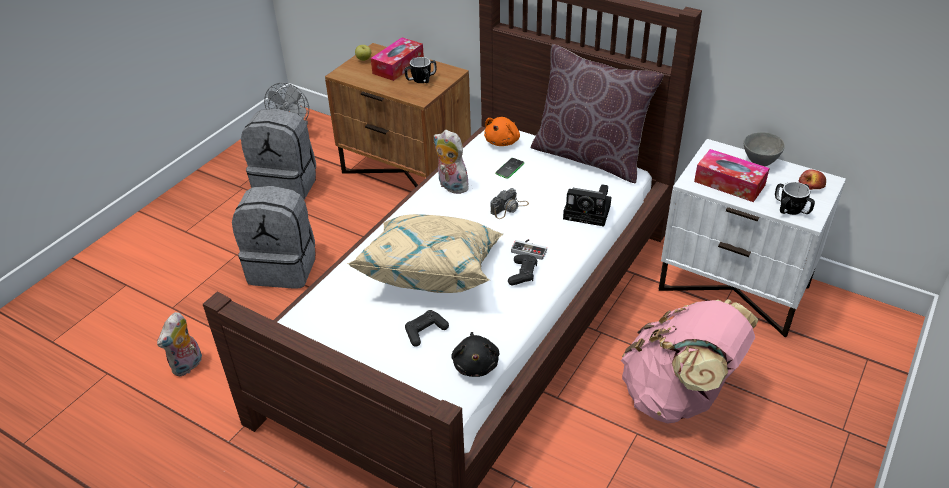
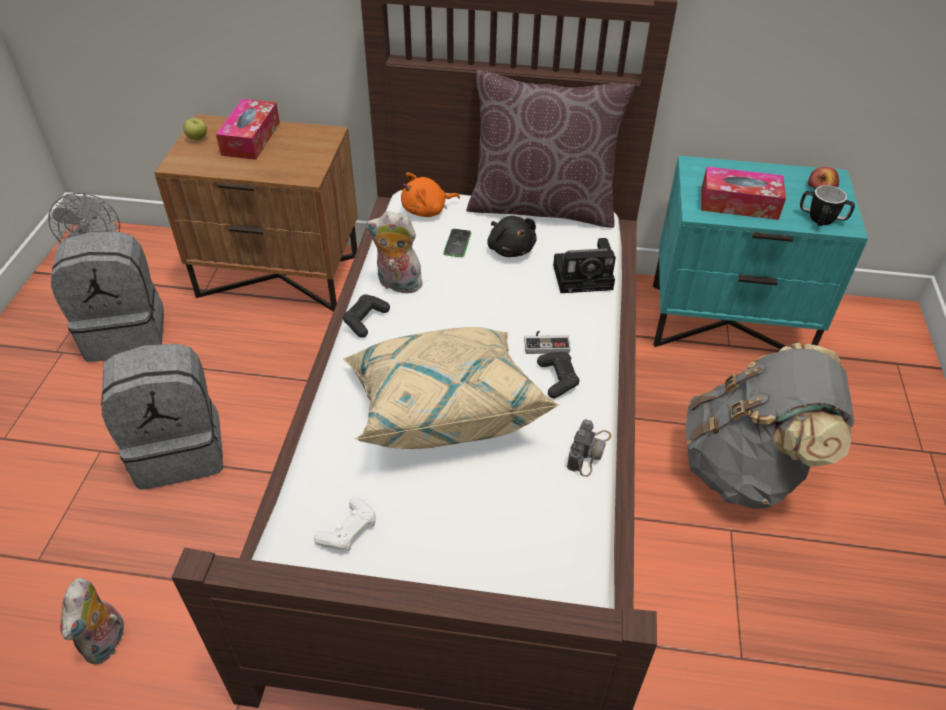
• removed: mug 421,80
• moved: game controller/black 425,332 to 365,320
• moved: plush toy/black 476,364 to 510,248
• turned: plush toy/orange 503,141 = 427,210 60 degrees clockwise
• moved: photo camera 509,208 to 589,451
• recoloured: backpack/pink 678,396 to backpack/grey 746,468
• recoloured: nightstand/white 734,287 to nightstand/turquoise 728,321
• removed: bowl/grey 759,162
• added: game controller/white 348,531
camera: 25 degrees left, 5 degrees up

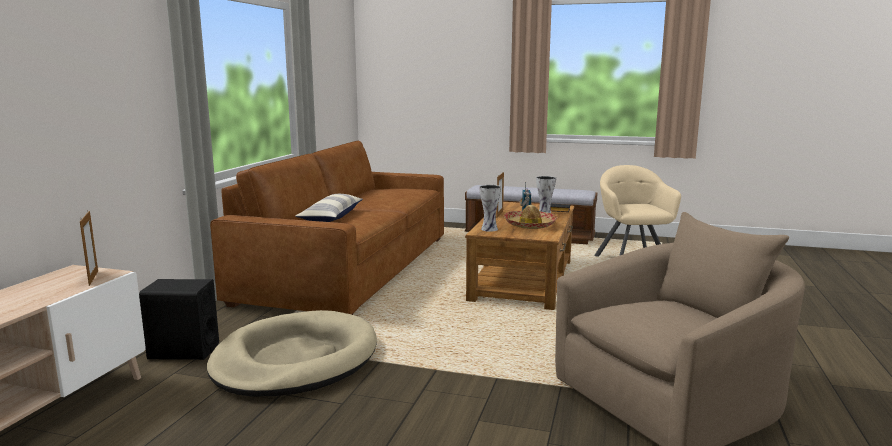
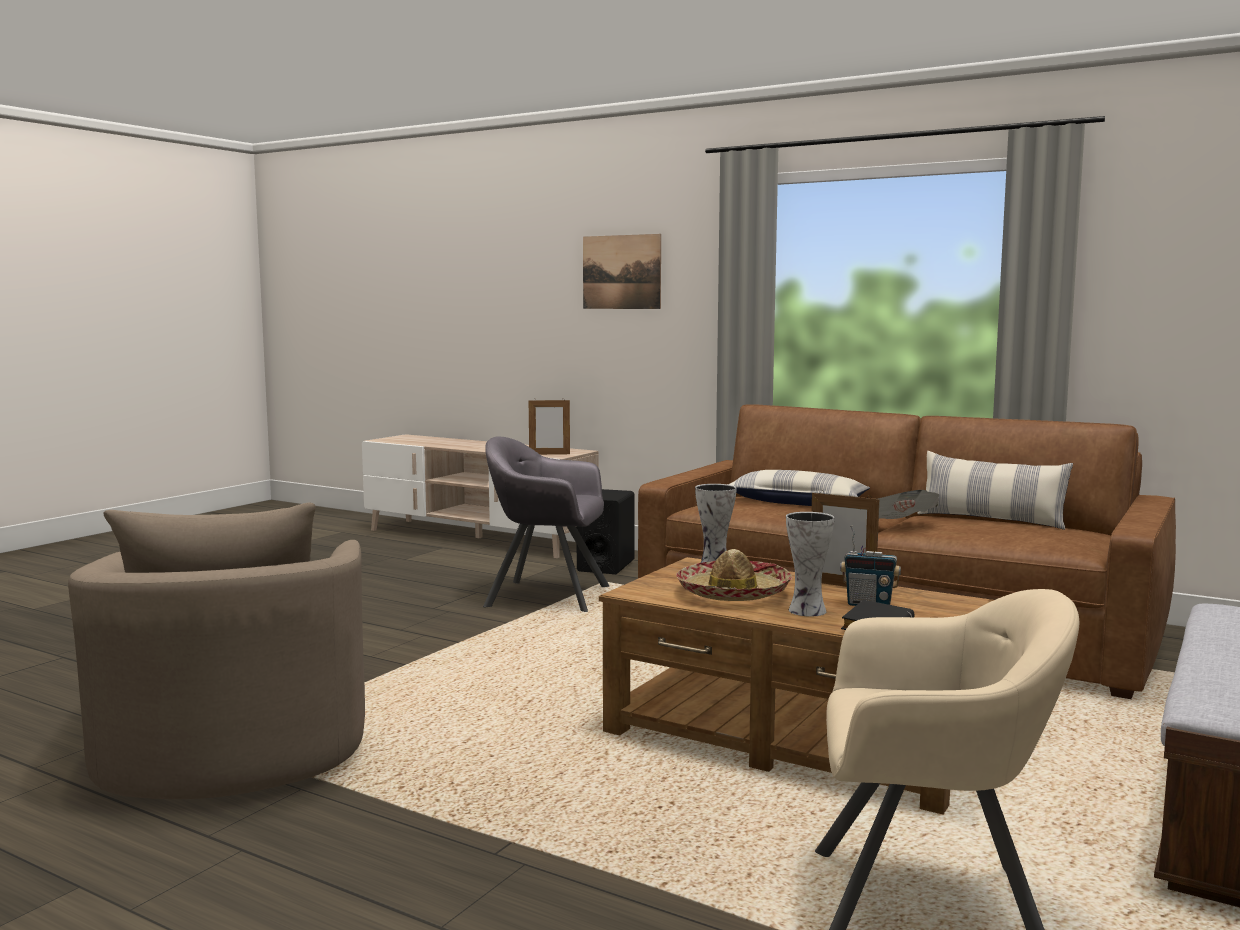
• replaced: dog bed/beige 295,360 to armchair/grey 547,596
• added: picture 621,272
• added: newspaper 900,526
• added: pillow 991,520
camera: 105 degrees right, 5 degrees down

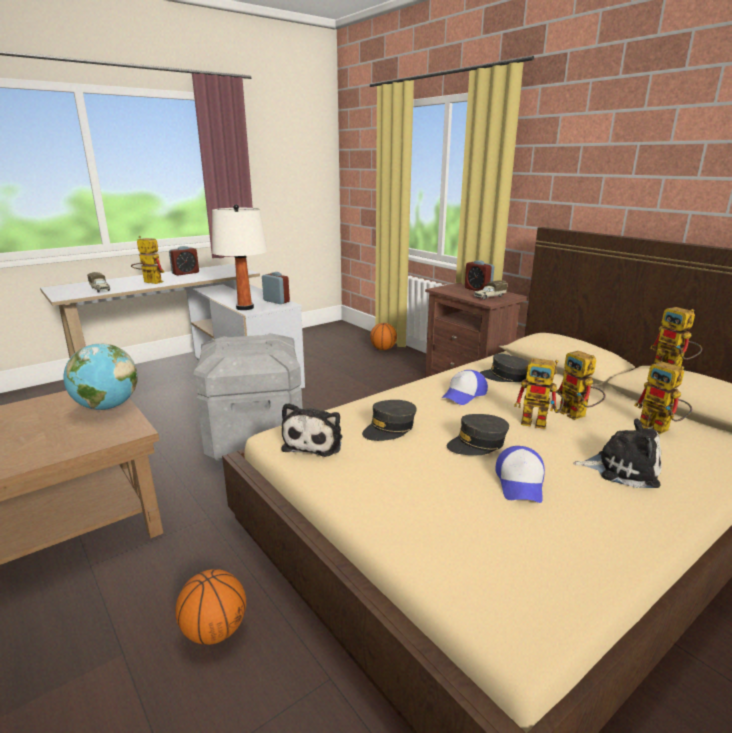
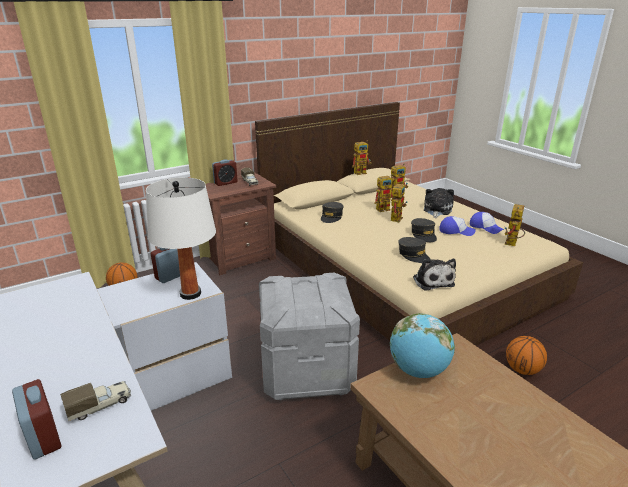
• moved: toy robot 149,282 to 512,244
• moved: alarm clock 185,273 to 43,437
• turned: plush toy 315,442 = 432,280 60 degrees clockwise
• moved: cap 464,395 to 485,227
camera: 85 degrees left, 5 degrees up

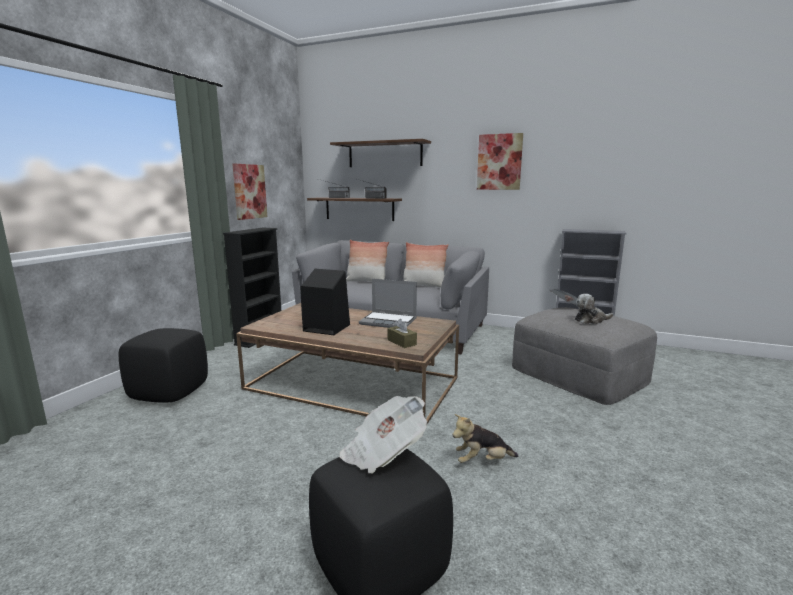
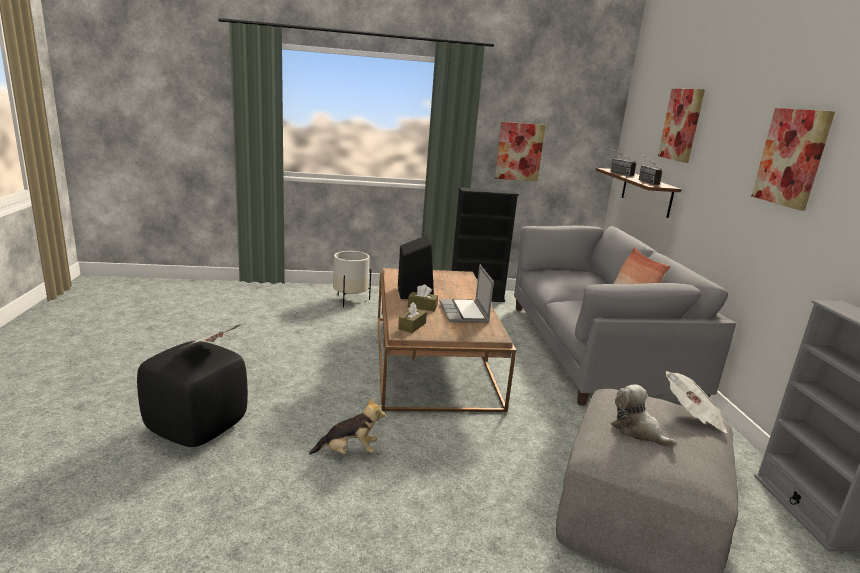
• replaced: ottoman/black 169,393 to planter/white 350,300
• replaced: shelf/brown 385,154 to picture 681,125
• removed: pillow 366,281
• turned: plush toy 482,461 = 349,452 120 degrees clockwise
• added: tissue box/brown 422,306
camera: 60 degrees right, 5 degrees up

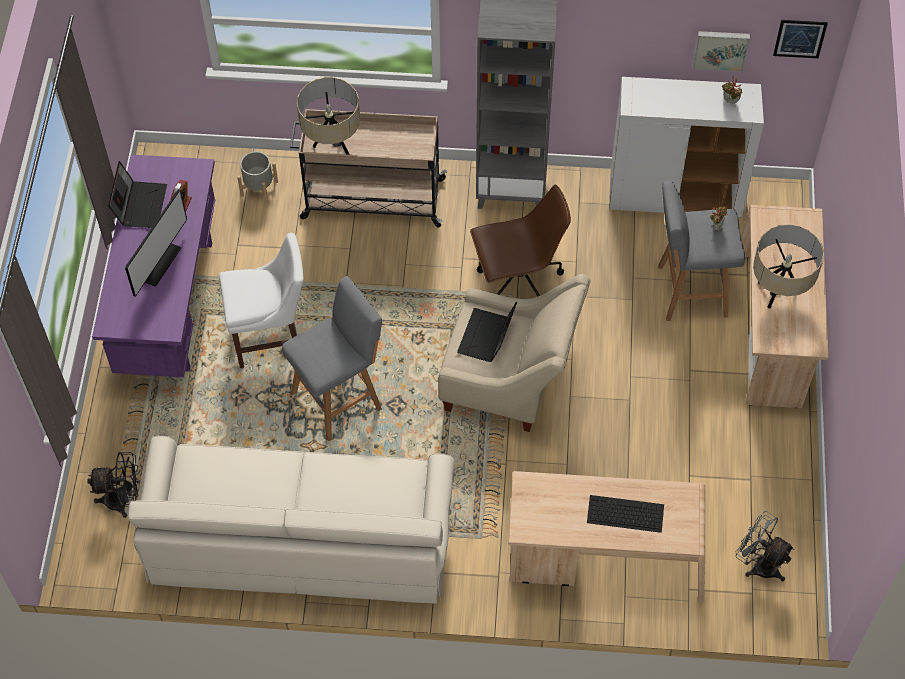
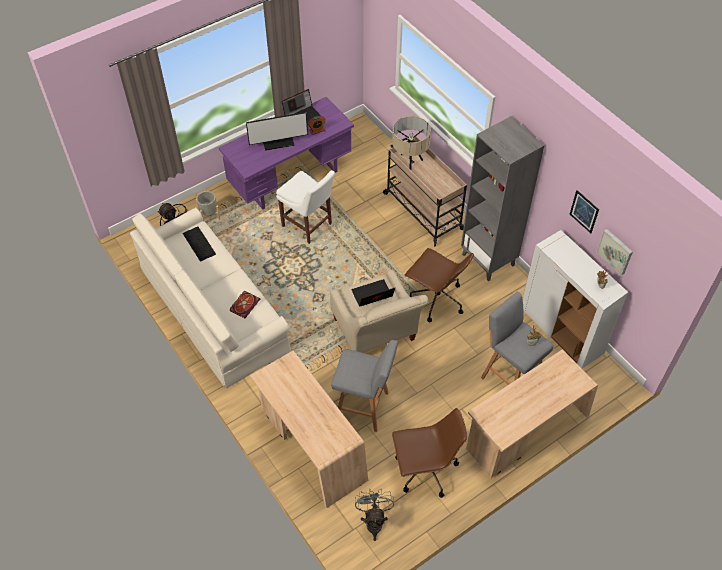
• moved: planter/grey 259,188 to 209,215
• moved: stool/grey 339,399 to 364,407
• moved: keyboard 624,514 to 198,243
• removed: table lamp/beige 779,292
• moved: picture 800,38 to 584,211
• added: book 244,304
• added: office chair/brown 424,470
camera: 50 degrees right, 5 degrees down

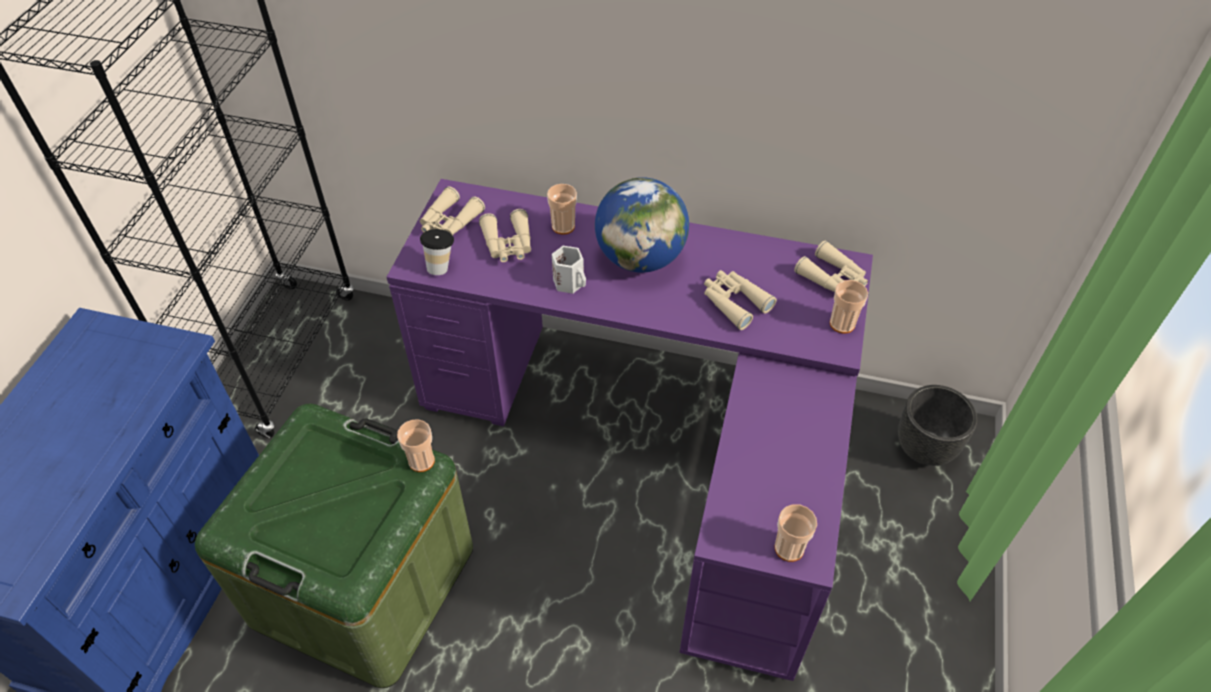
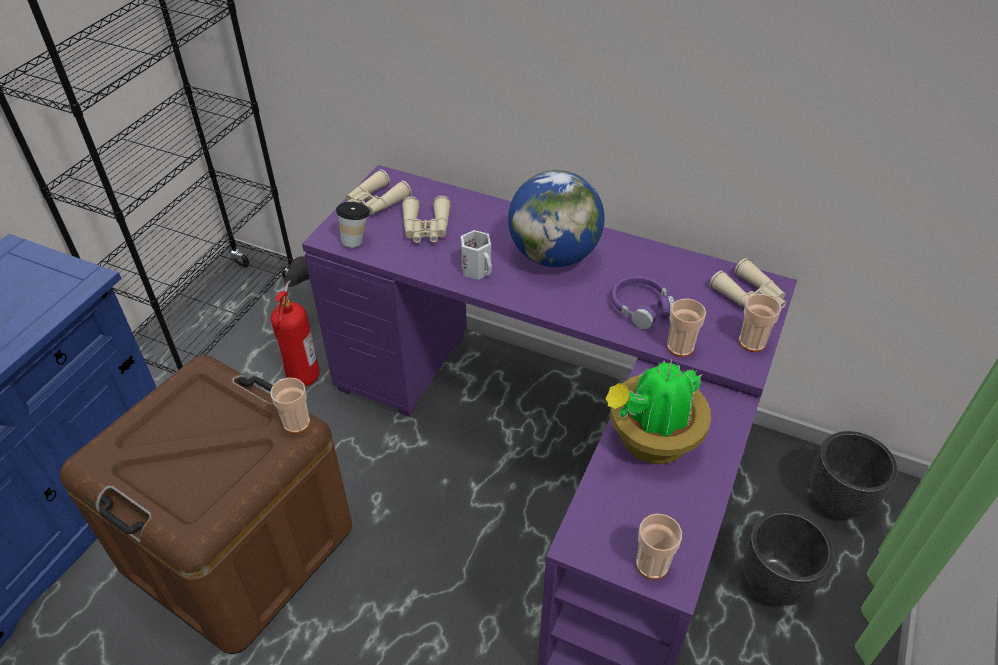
• recoloured: storage box/green 363,583 to storage box/brown 238,546
• moved: cup 563,226 to 680,347
• replaced: binoculars/beige 734,302 to headphones/purple 641,307
• added: fire extinguisher 307,352
• added: potted plant 651,441
• added: planter/black 775,583
camera: 10 degrees right, 5 degrees down

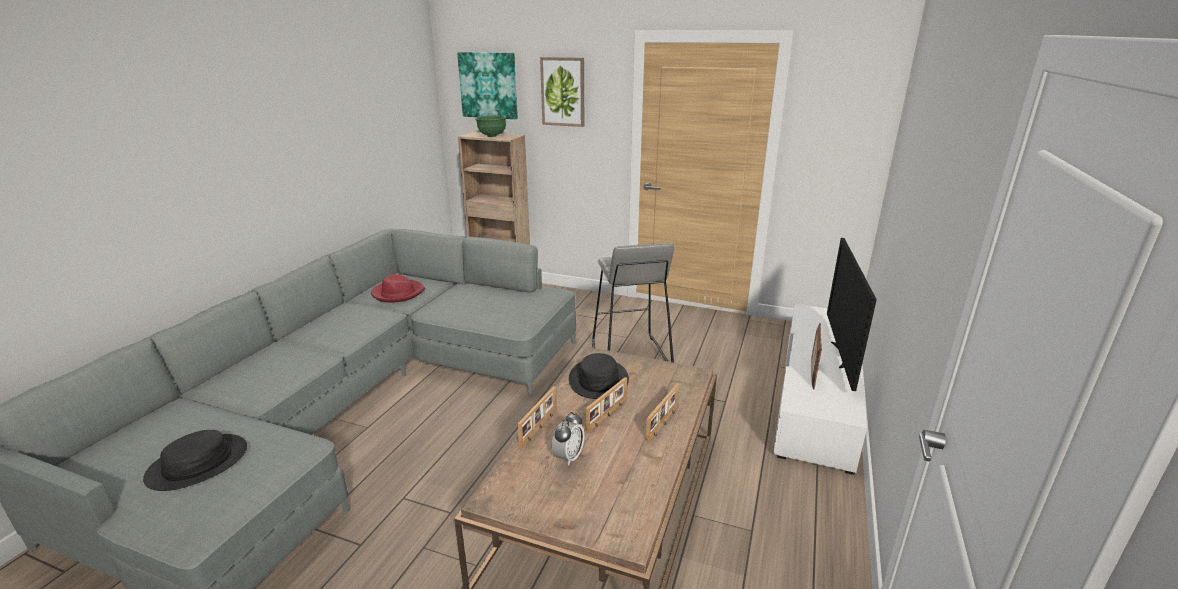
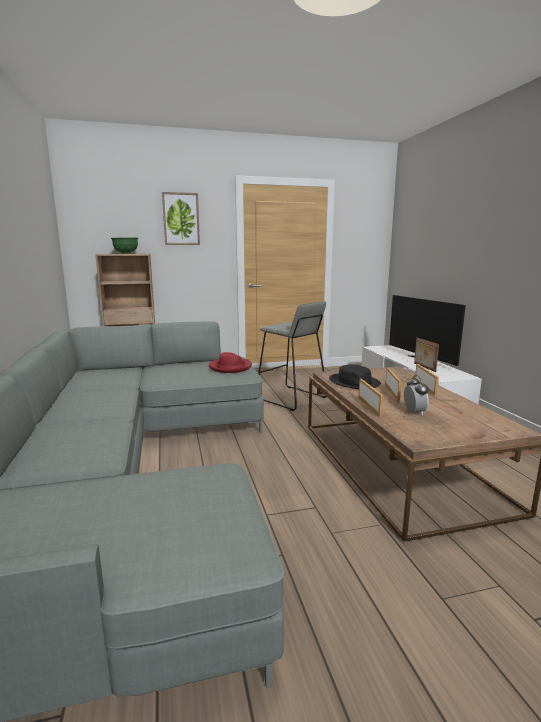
• removed: hat/black 198,463
• moved: hat/red 398,293 to 230,367
• removed: picture 489,85
camera: 35 degrees left, 10 degrees down

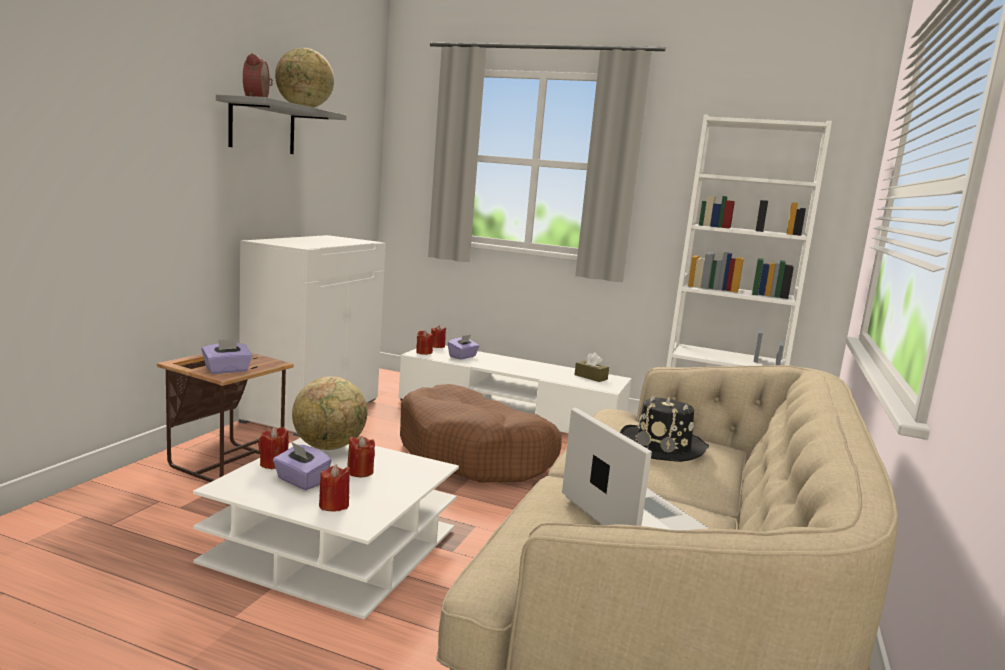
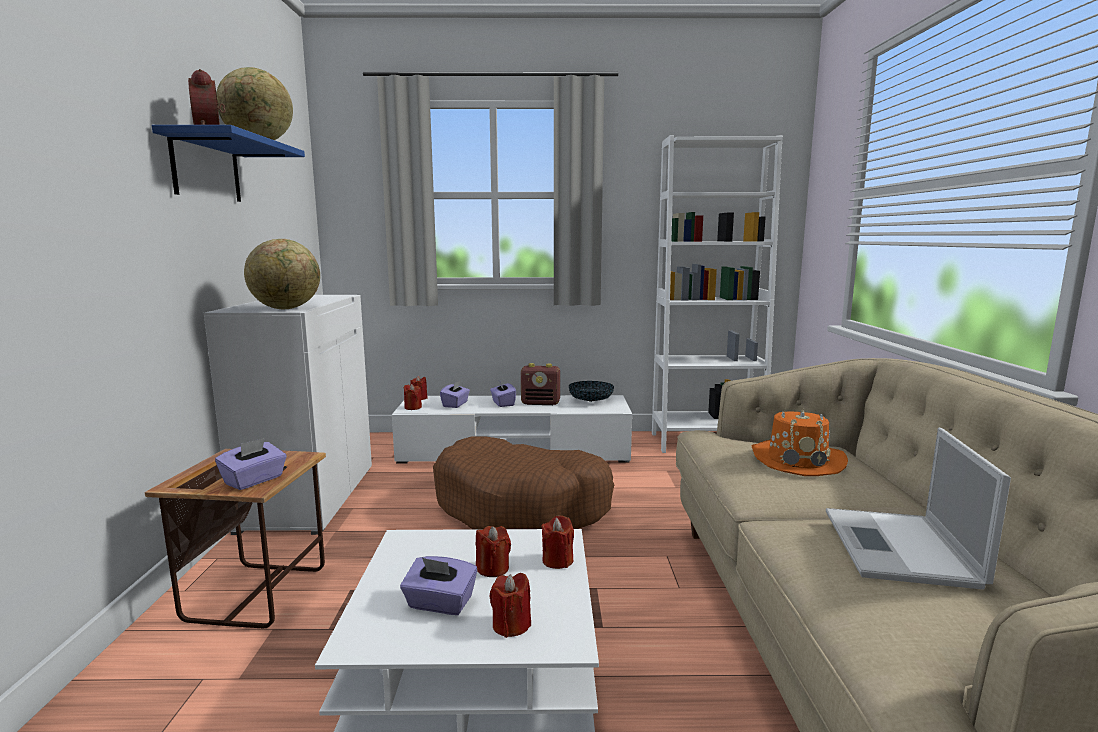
• recoloured: shelf/grey 262,127 to shelf/blue 206,169
• moved: candle/red 273,464 to 557,560
• moved: globe 329,447 to 286,308
• turned: laptop 631,515 = 900,549 120 degrees counterclockwise
• replaced: tissue box/brown 591,377 to bowl 591,401
• recoloured: hat/black 663,446 to hat/orange 797,460
• added: tissue box/purple 503,403
• added: radio 541,403
camera: 20 degrees left, 0 degrees up

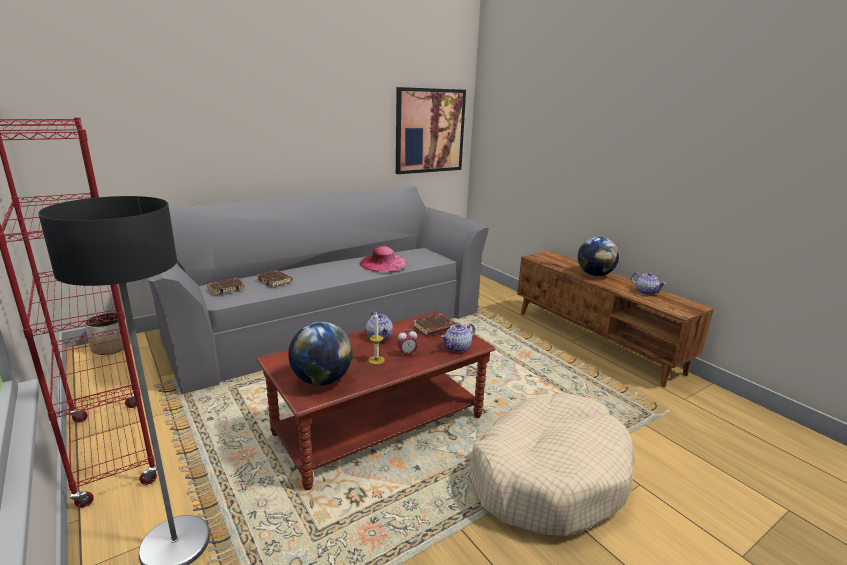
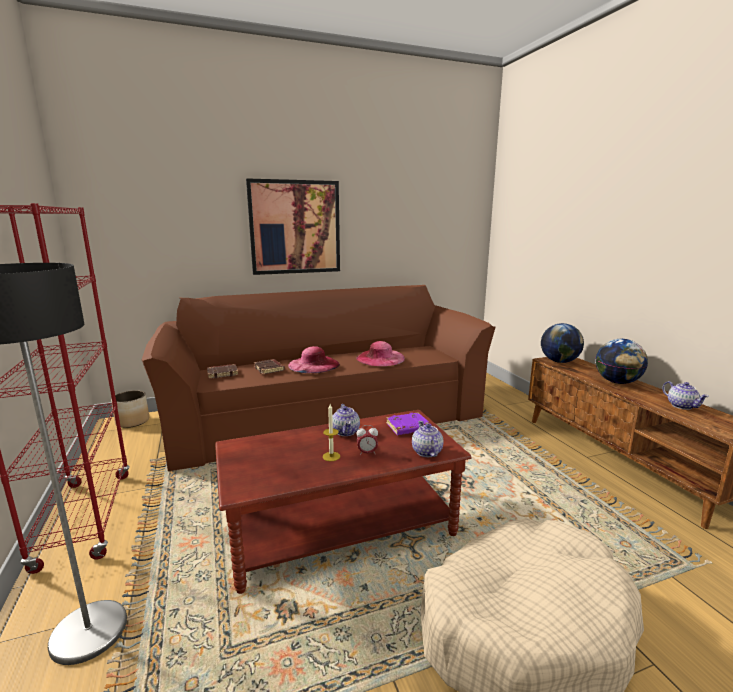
• recoloured: sofa/grey 326,321 to sofa/brown 325,413
• moved: globe 322,380 to 559,361
• moved: picture 430,131 to 295,227
• recoloured: book/brown 433,328 to book/purple 408,427
• turned: teapot 457,348 = 426,452 105 degrees clockwise
• added: hat/pink 314,364
camera: 15 degrees right, 5 degrees down

